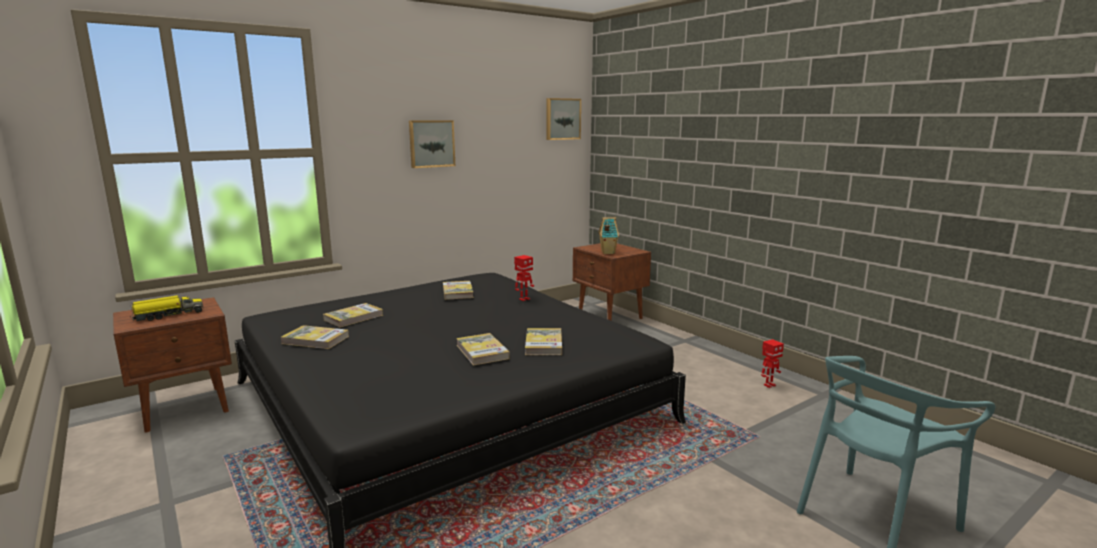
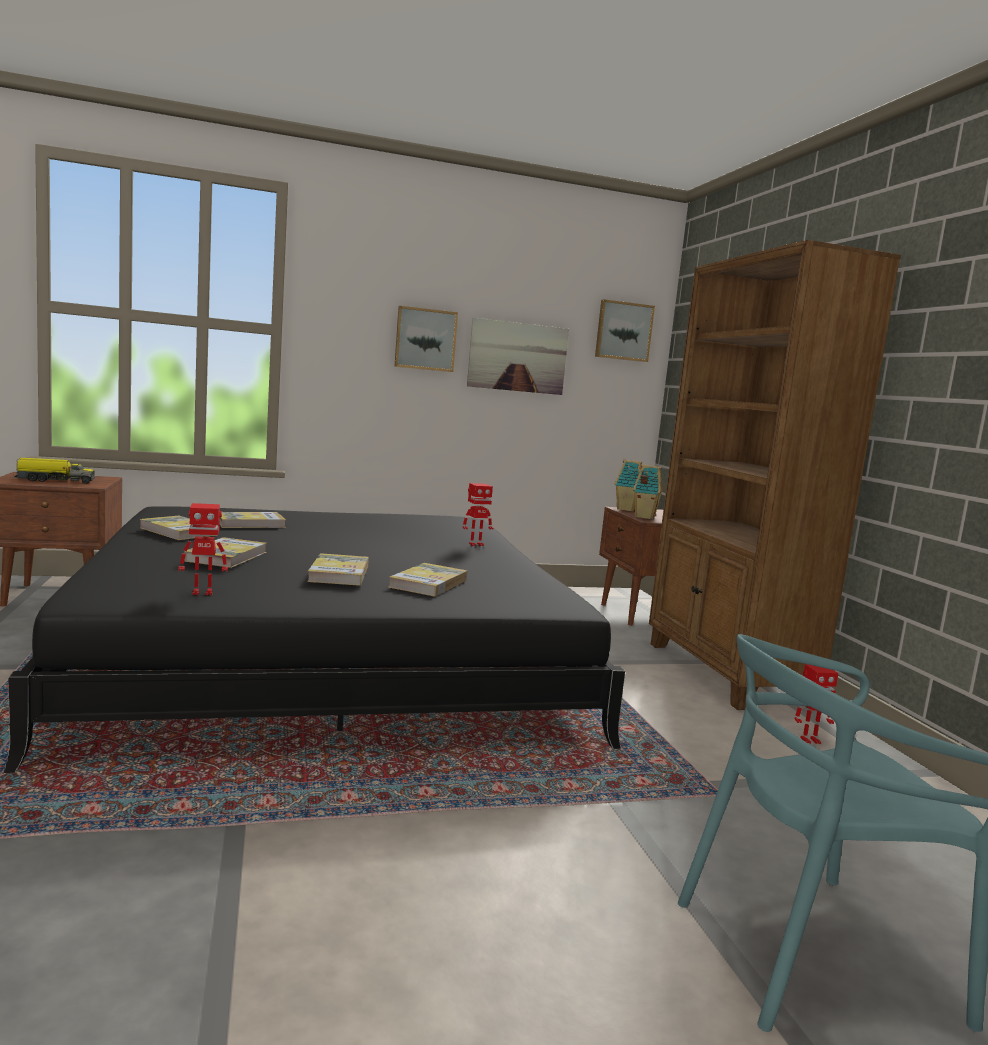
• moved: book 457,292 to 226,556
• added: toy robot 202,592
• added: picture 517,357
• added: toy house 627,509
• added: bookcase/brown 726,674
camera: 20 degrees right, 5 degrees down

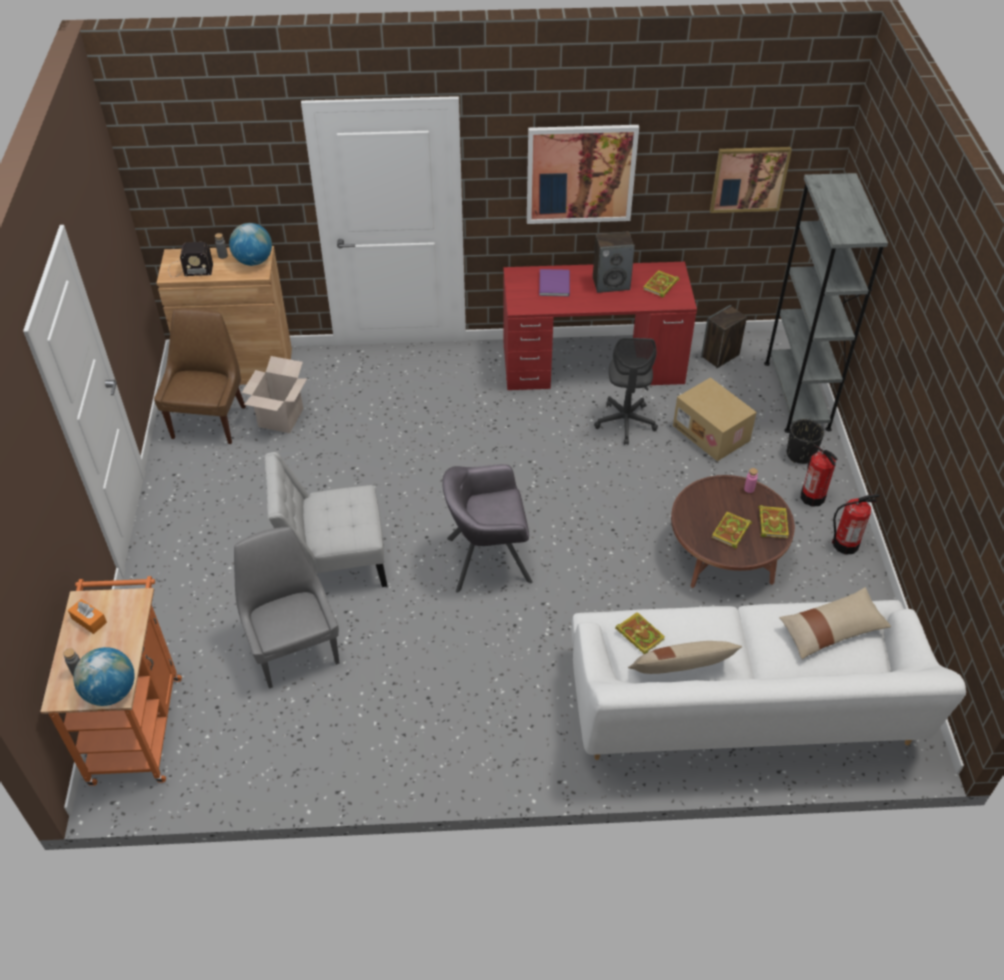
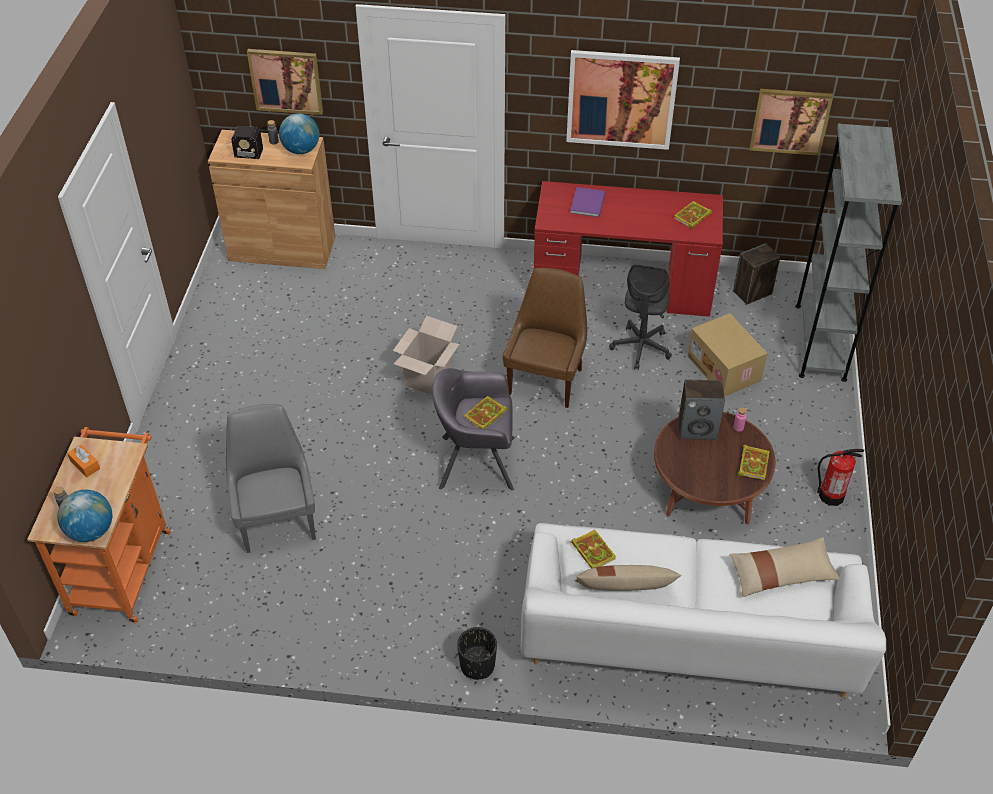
• moved: chair/brown 210,420 to 546,379
• moved: cardboard box 280,418 to 428,378
• removed: chair/white 334,562
• moved: speaker 611,283 to 697,429
• moved: book 731,532 to 485,415
• moved: planter/black 800,454 to 477,665
• removed: fire extinguisher 812,497
• added: picture 286,80
camera: 10 degrees right, 0 degrees up

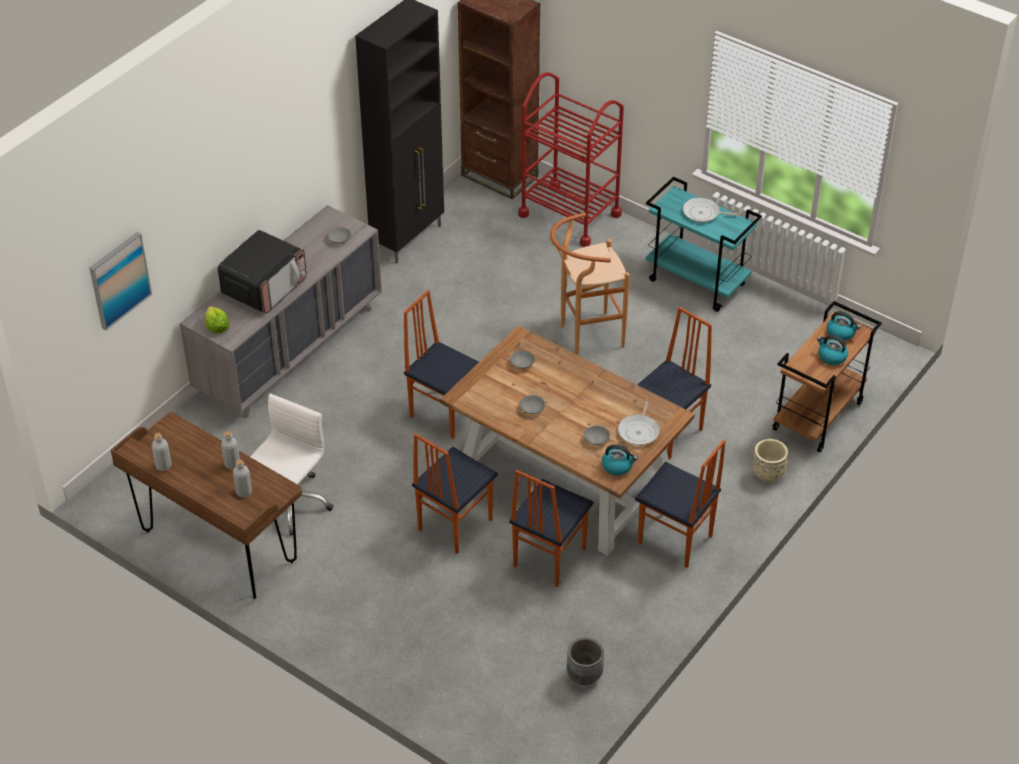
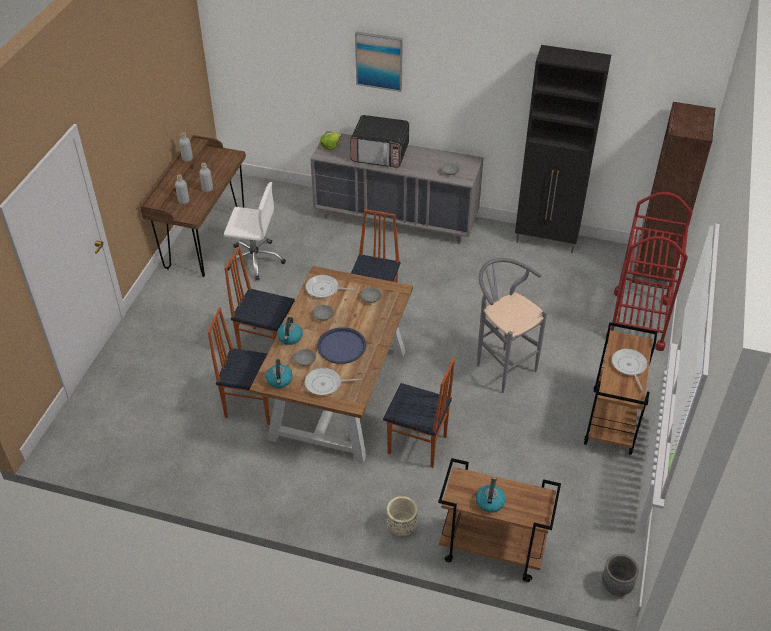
• moved: picture 119,280 to 379,61
• recoloured: stool/brown 585,336 to stool/grey 501,366
• moved: planter/grey 584,675 to 616,585
• removed: chair 675,540
• recoloured: cart/turquoise 697,282 to cart/brown 612,422
• moved: kettle 841,333 to 290,338
• added: frying pan 324,289
• added: tray/blue 341,346
camera: 70 degrees right, 0 degrees up

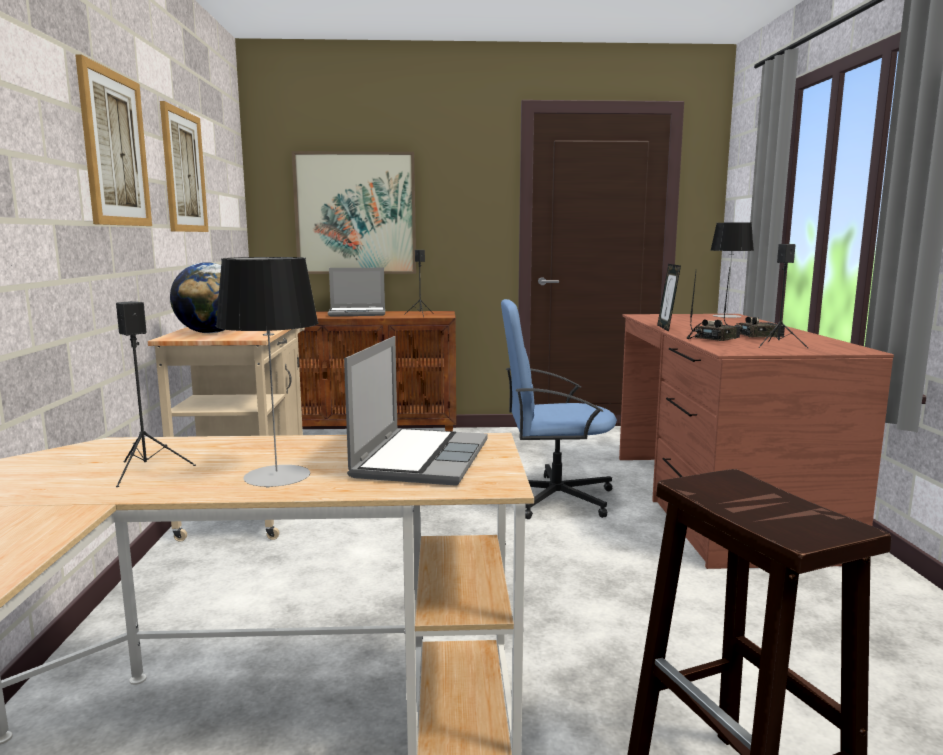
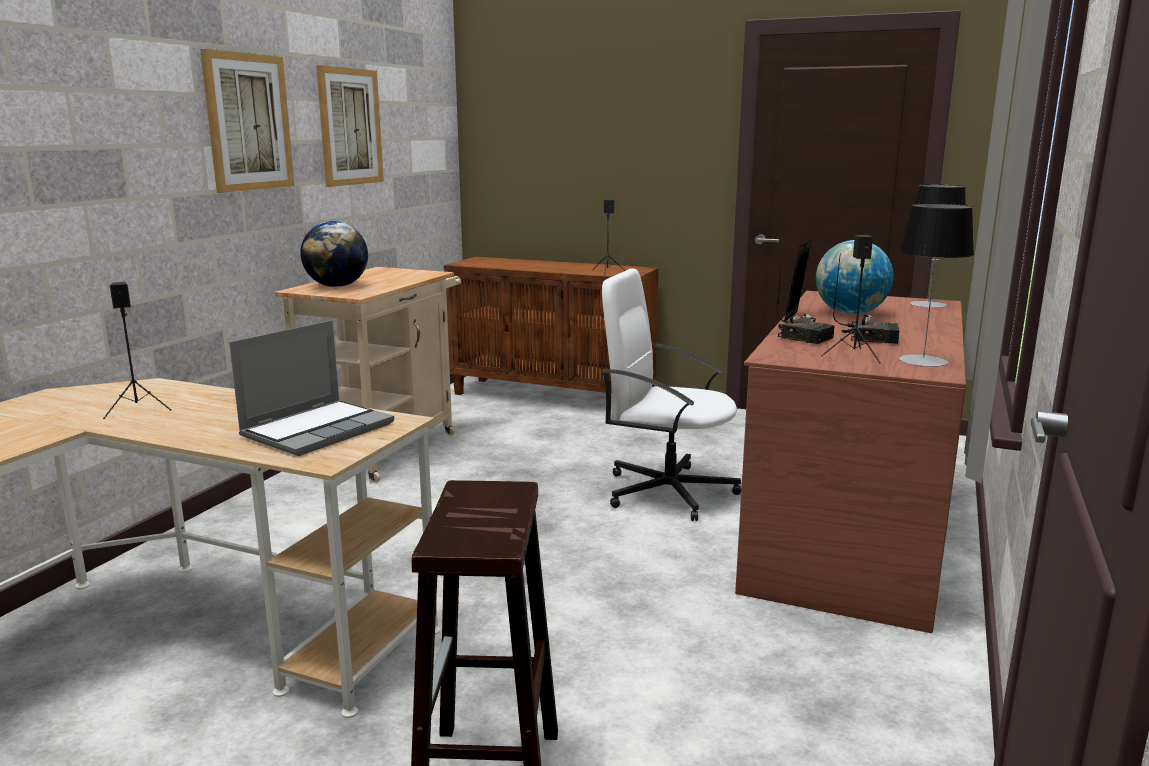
• moved: table lamp 276,476 to 923,361
• removed: picture 355,213
• removed: laptop 358,313
• recoloured: office chair/blue 553,498 to office chair/white 667,491
• turned: radio 712,338 = 805,337 60 degrees clockwise
• added: globe 850,313
camera: 25 degrees right, 5 degrees up

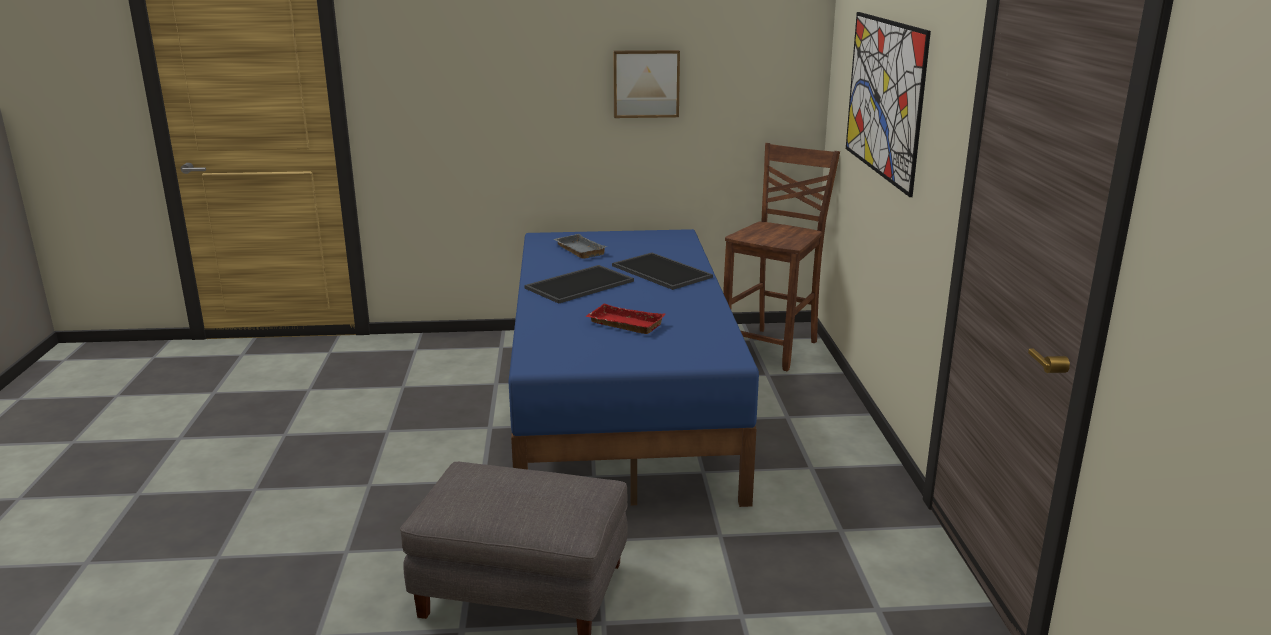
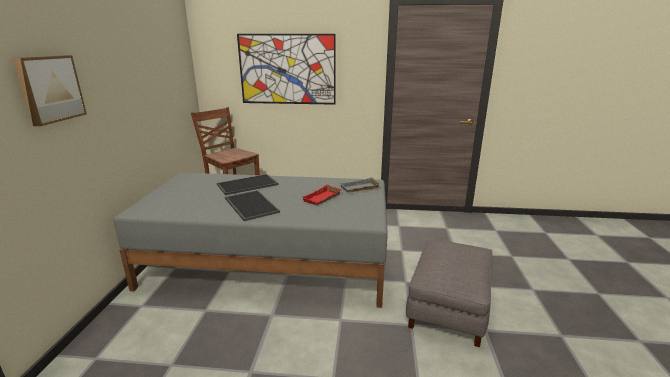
• recoloured: bed/blue 622,403 to bed/grey 268,262
• moved: tray/grey 578,250 to 359,188
• moved: picture 646,83 to 49,89
camera: 80 degrees left, 0 degrees up

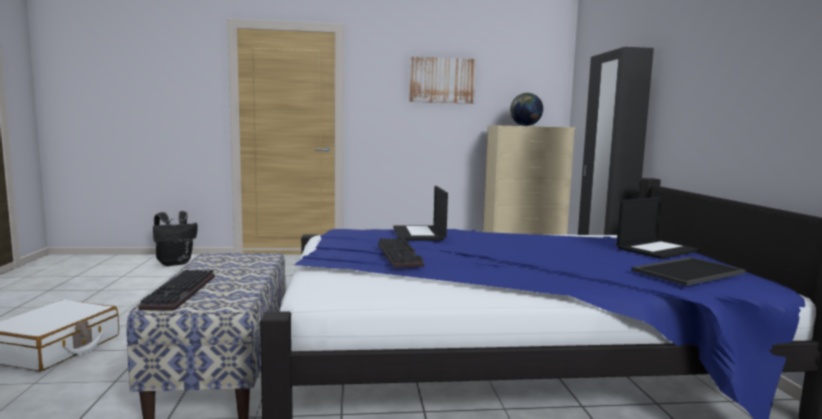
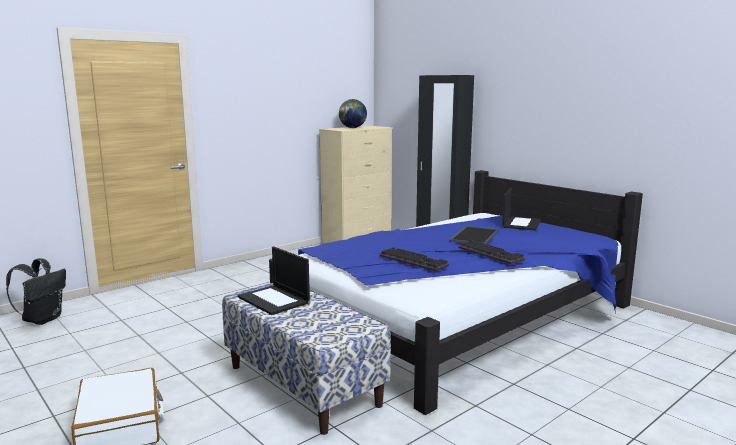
• moved: keyboard 182,292 to 492,254
• moved: laptop 419,233 to 274,300
• removed: picture 442,80
• moved: tray 687,271 to 473,235
camera: 35 degrees left, 5 degrees up

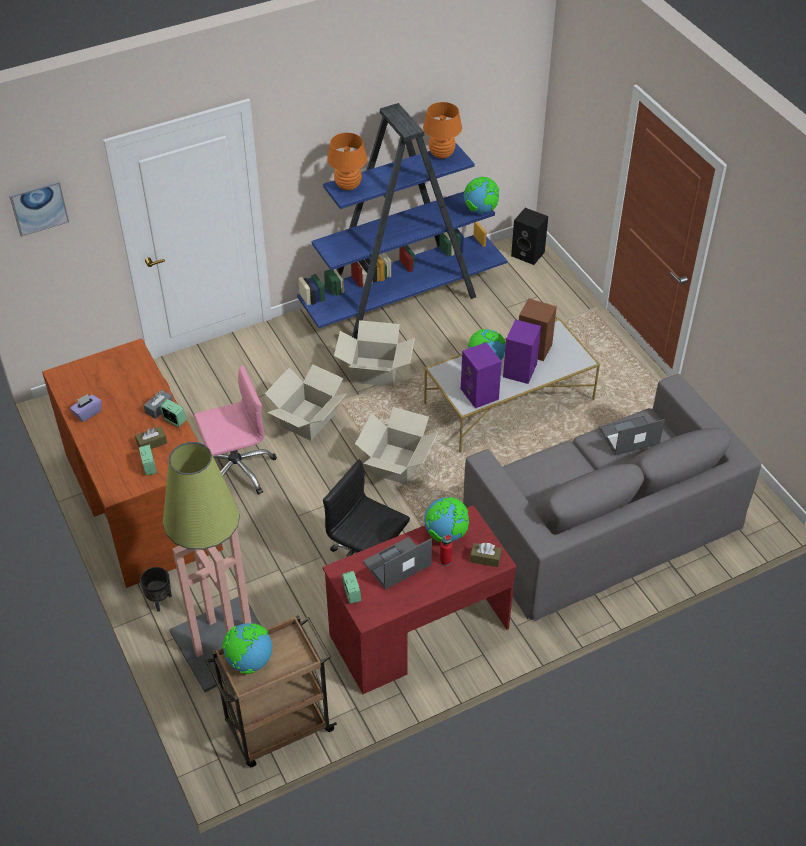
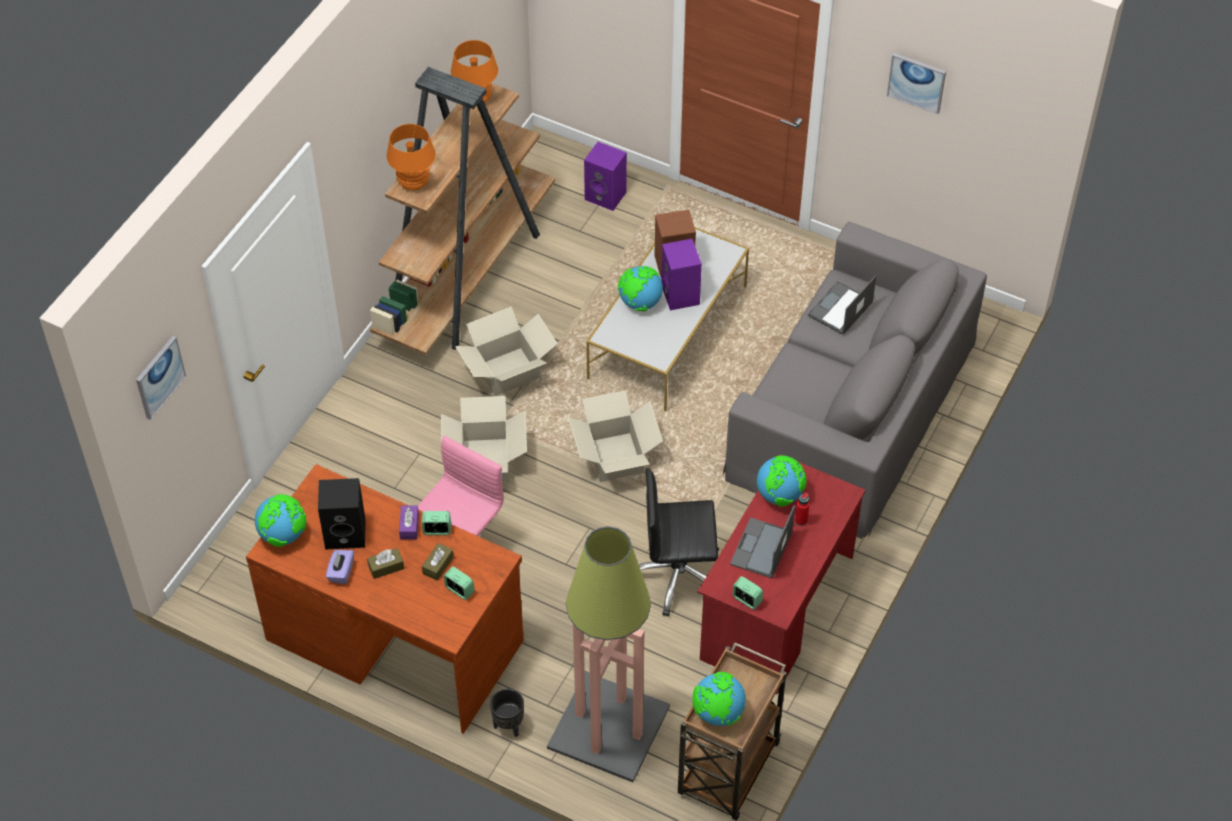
• recoloured: tissue box/grey 159,408 to tissue box/purple 409,526
• recoloured: bookcase/blue 403,299 to bookcase/brown 467,275
• moved: speaker/purple 480,394 to 606,195
• moved: globe 481,210 to 283,535
• moved: tissue box/brown 485,558 to 386,567
• moved: speaker/black 528,254 to 346,533
• added: picture 916,82
camera: 35 degrees left, 5 degrees up

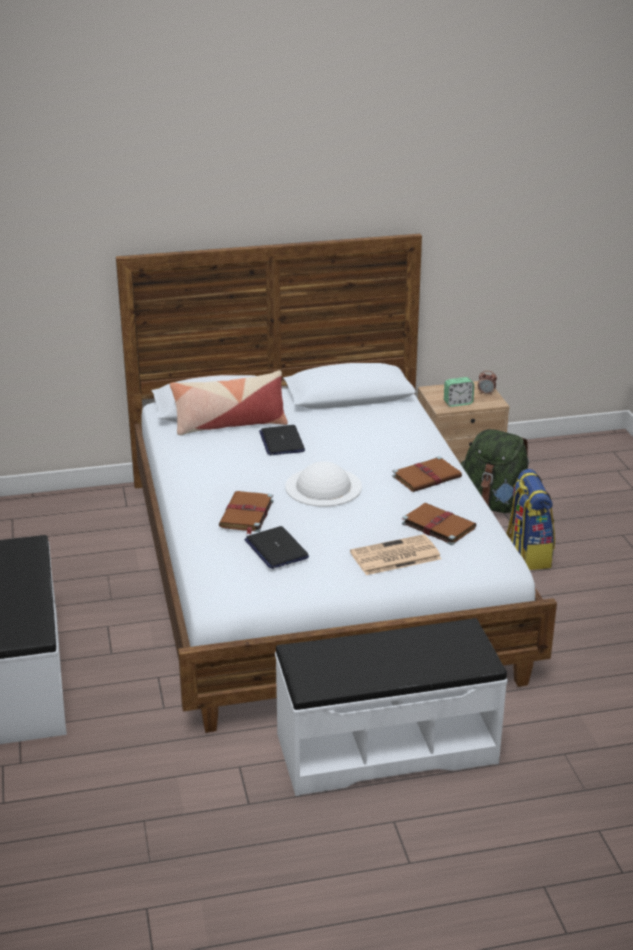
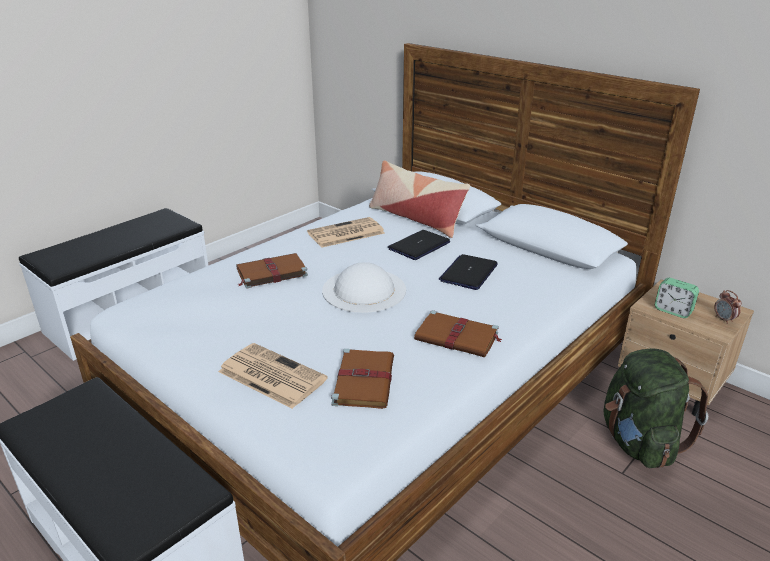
• moved: laptop 276,549 to 468,273
• removed: backpack 527,554
• added: newspaper 345,233
camera: 55 degrees right, 0 degrees up

